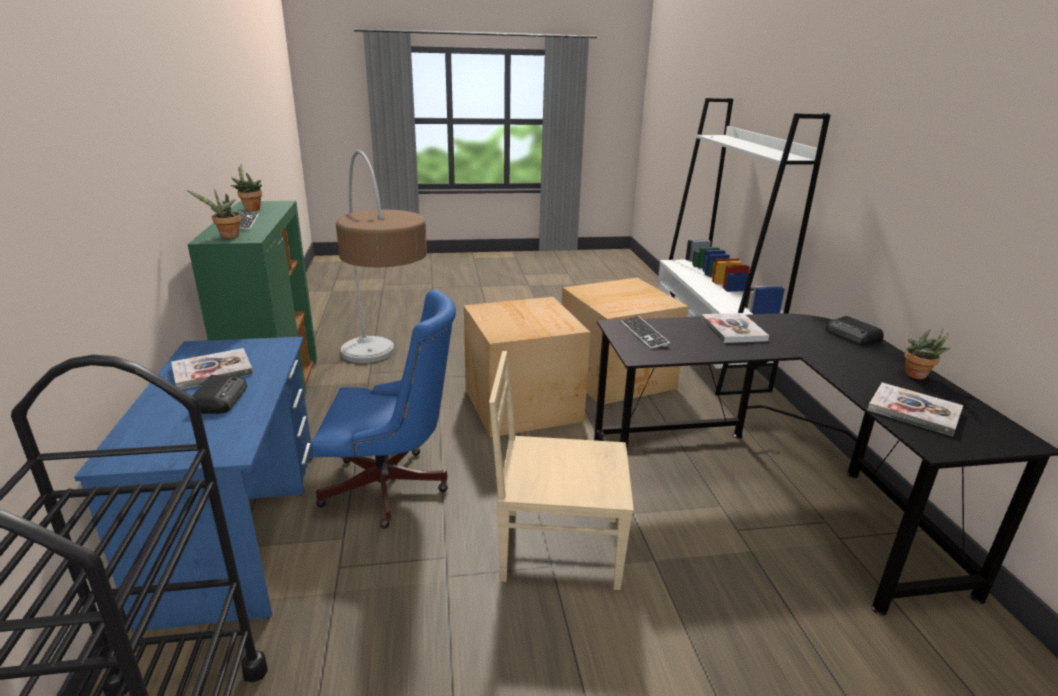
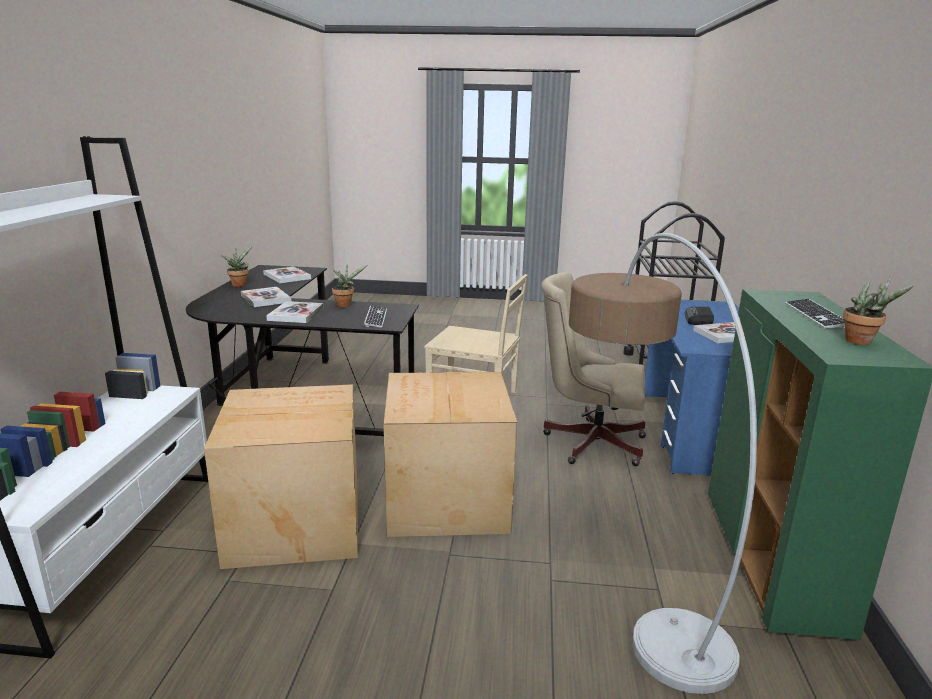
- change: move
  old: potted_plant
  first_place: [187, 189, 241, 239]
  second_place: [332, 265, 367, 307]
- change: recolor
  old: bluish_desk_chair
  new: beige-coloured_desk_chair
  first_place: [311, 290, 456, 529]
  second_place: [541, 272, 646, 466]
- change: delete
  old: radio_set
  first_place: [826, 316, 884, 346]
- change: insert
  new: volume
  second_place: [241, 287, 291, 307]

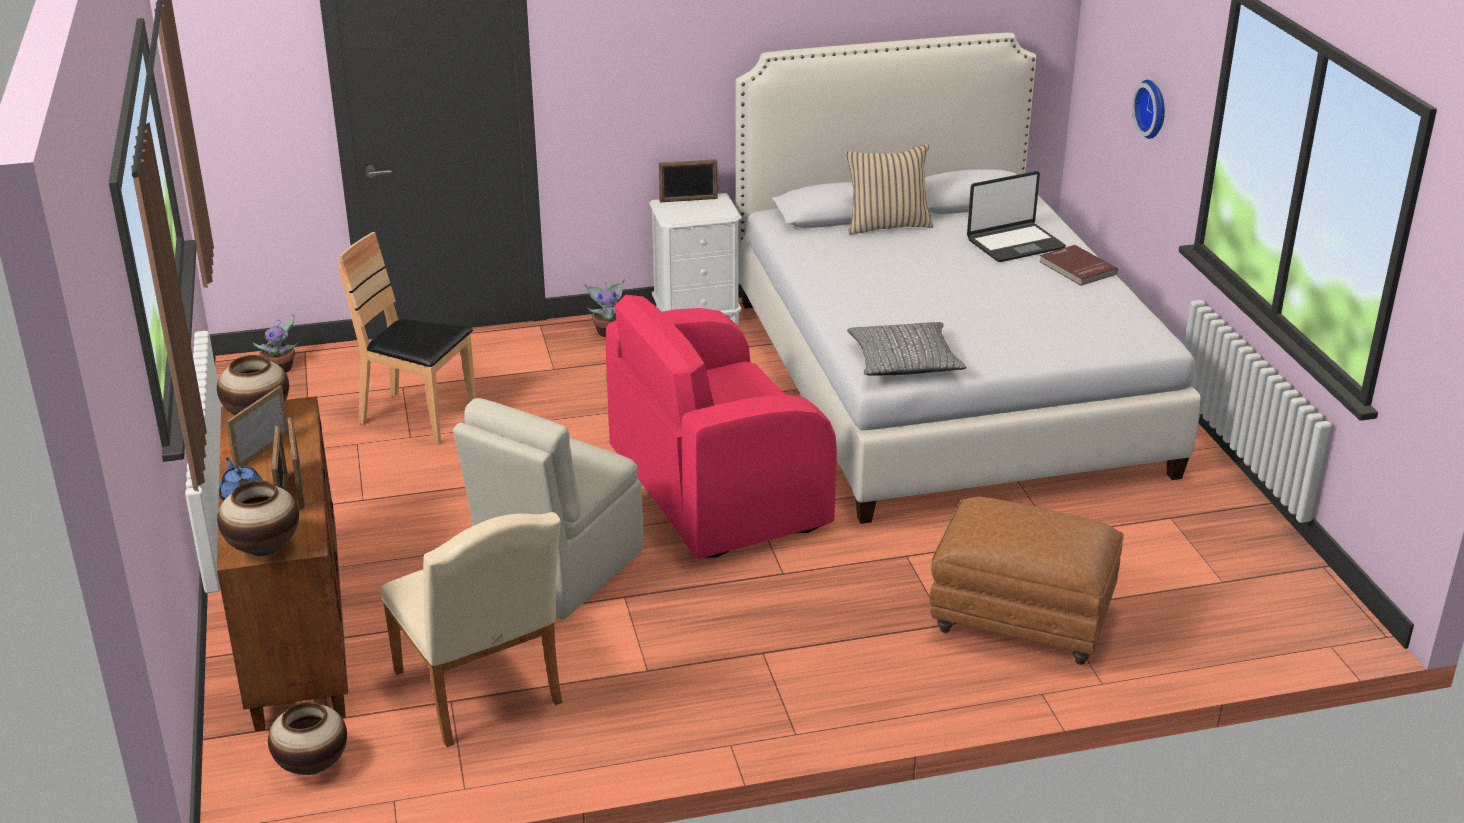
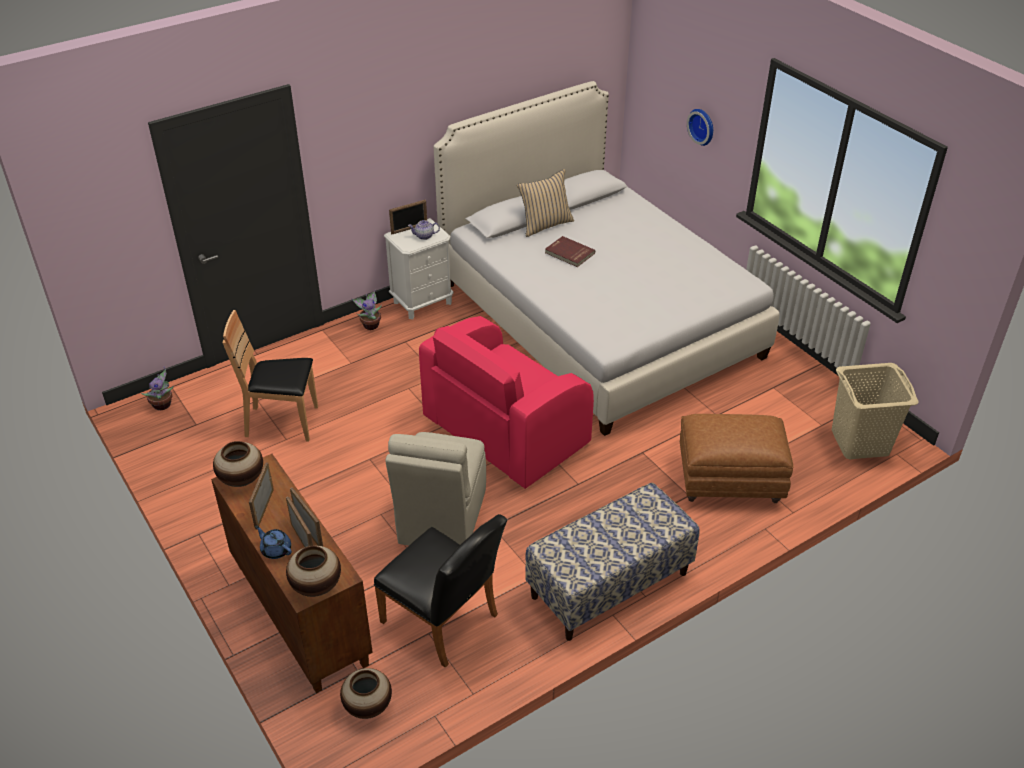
- change: delete
  old: portable_computer
  first_place: [967, 171, 1066, 262]
- change: move
  old: red-coloured_volume
  first_place: [1039, 245, 1118, 286]
  second_place: [545, 236, 595, 267]
- change: delete
  old: grey_pillow
  first_place: [847, 322, 966, 375]
- change: recolor
  old: beige-coloured_plain_chair
  new: black_plain_chair
  first_place: [381, 512, 562, 747]
  second_place: [374, 514, 507, 668]
- change: insert
  new: teapot
  second_place: [408, 220, 440, 240]
- change: insert
  new: beige-coloured_laundry_basket
  second_place: [832, 363, 918, 459]
- change: insert
  new: long_seat
  second_place: [525, 483, 700, 641]

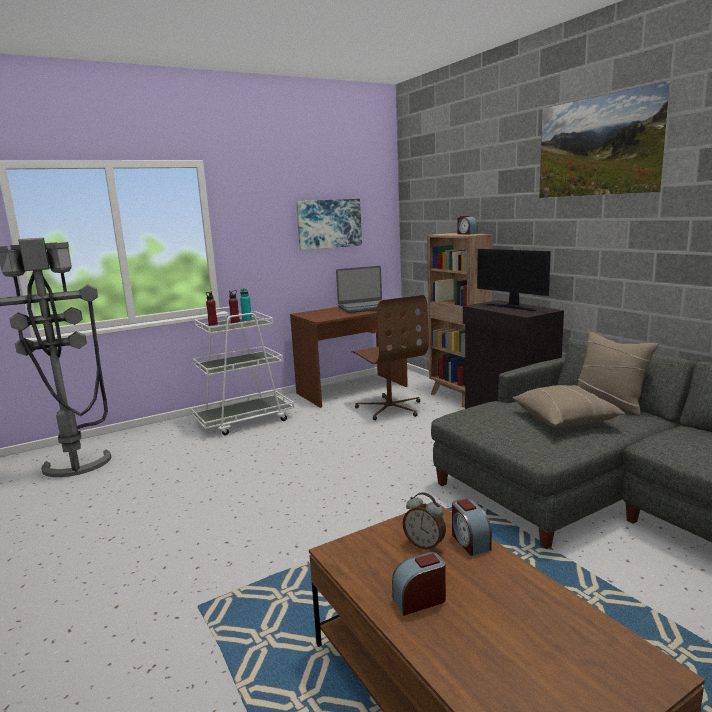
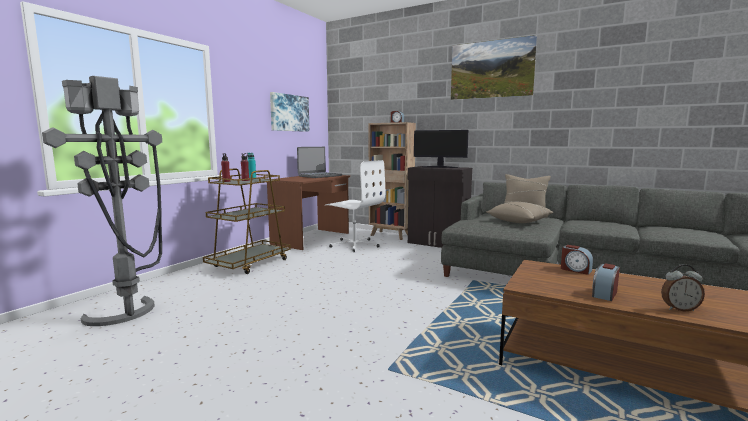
- change: recolor
  old: brown_desk_chair
  new: white_desk_chair
  first_place: [351, 295, 429, 420]
  second_place: [325, 160, 385, 252]
- change: recolor
  old: white_cart
  new: brown_cart
  first_place: [191, 307, 294, 436]
  second_place: [203, 168, 291, 274]
- change: move
  old: bedside_clock
  first_place: [403, 492, 446, 551]
  second_place: [661, 264, 705, 312]

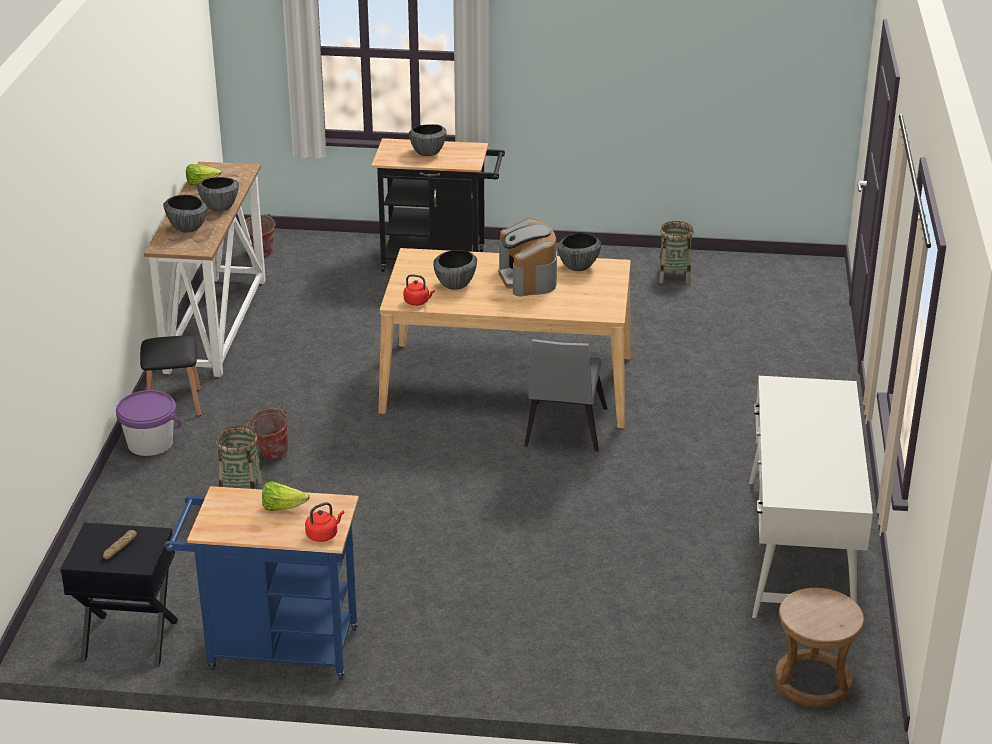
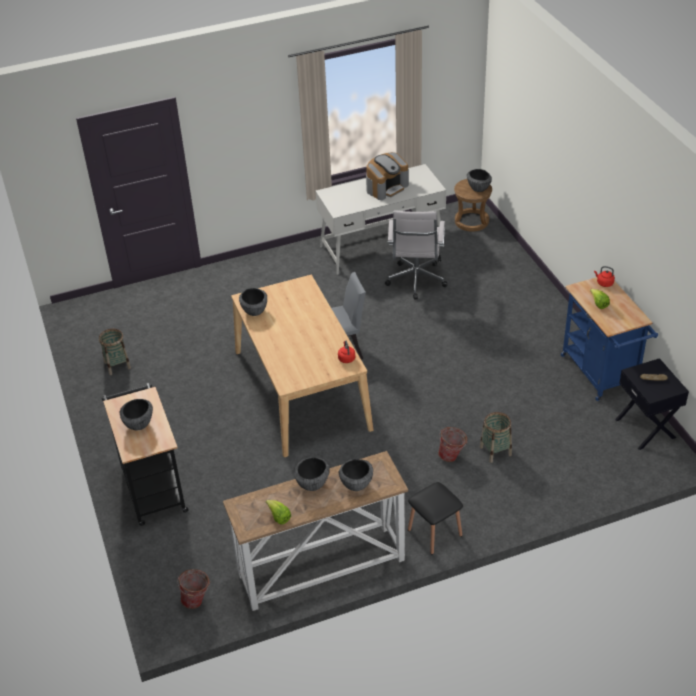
- change: move
  old: coffee_maker
  first_place: [498, 218, 557, 297]
  second_place: [366, 152, 409, 200]
- change: move
  old: bowl
  first_place: [433, 250, 477, 290]
  second_place: [467, 169, 492, 192]
- change: delete
  old: purplish_water_bucket
  first_place: [116, 390, 181, 456]
- change: insert
  new: white_desk_chair
  second_place: [385, 210, 447, 300]

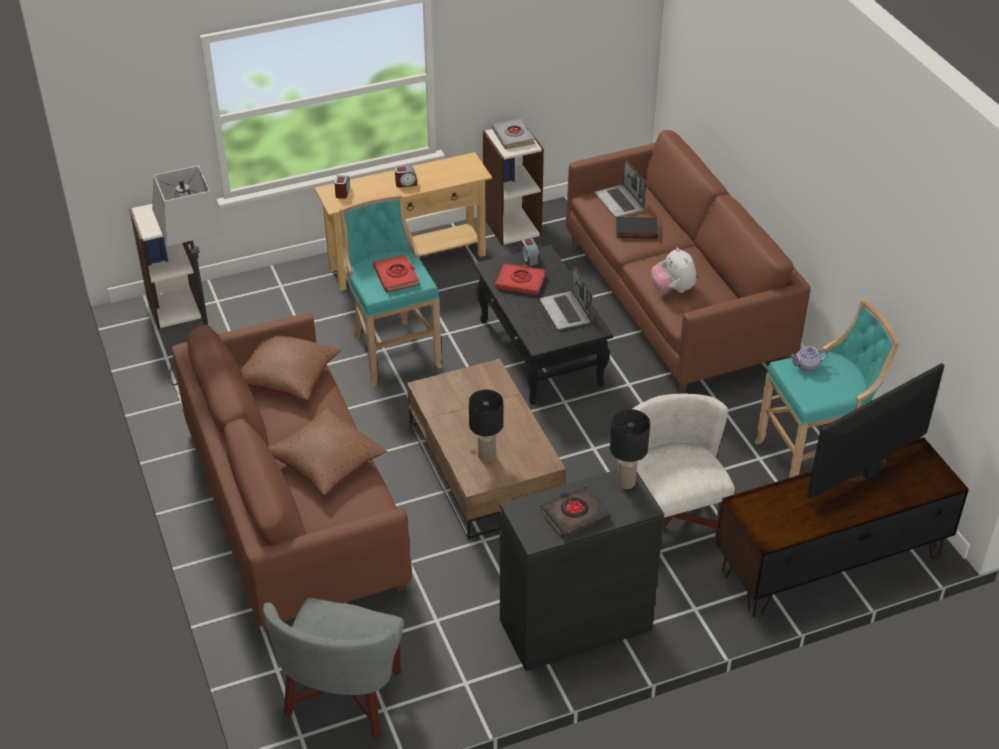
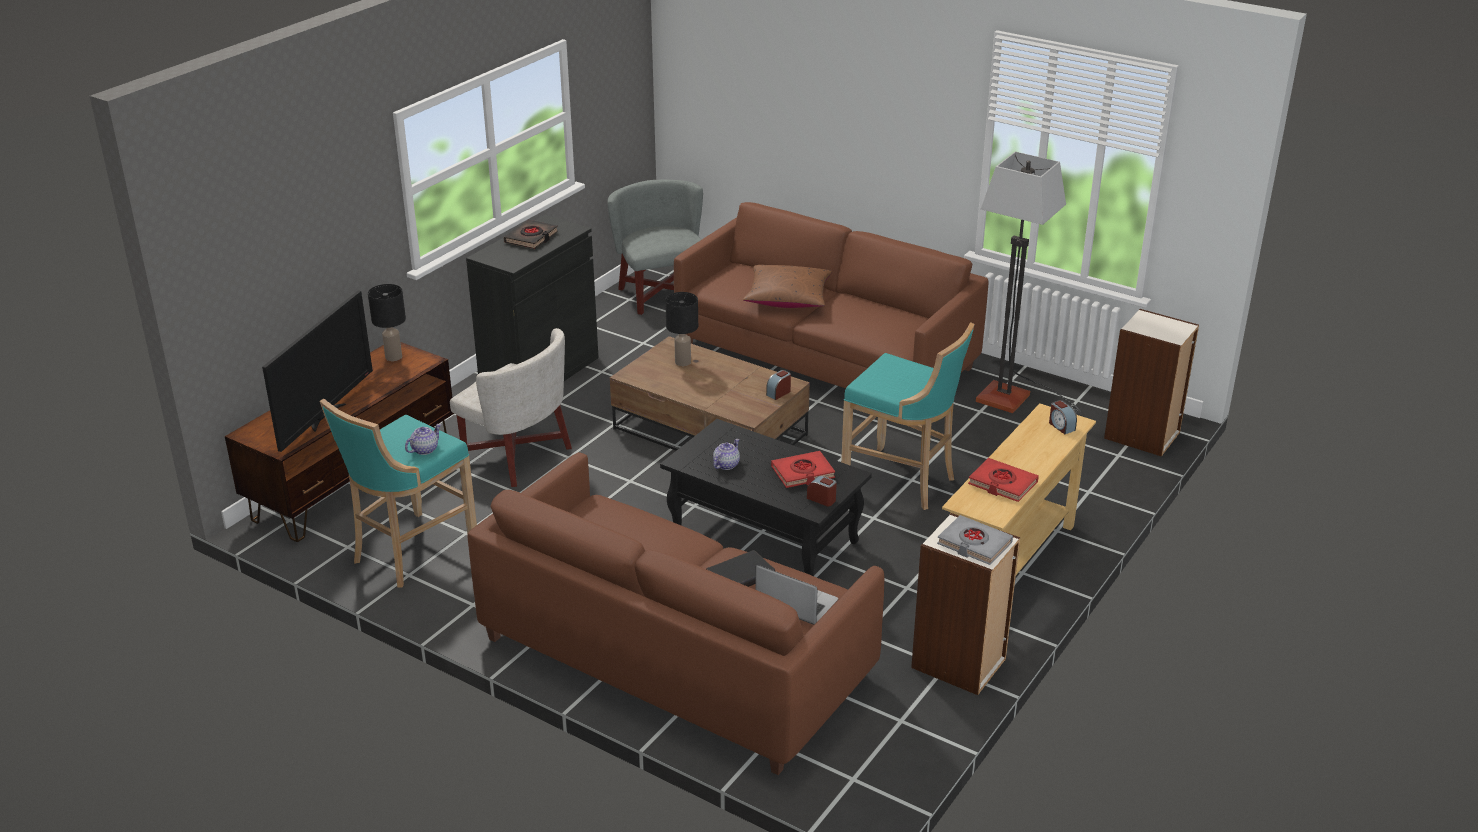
- change: move
  old: bedside_clock
  first_place: [395, 166, 417, 188]
  second_place: [766, 370, 791, 400]
- change: delete
  old: cuddly_toy
  first_place: [651, 248, 696, 293]
- change: move
  old: red-coloured_volume
  first_place: [373, 255, 419, 293]
  second_place: [968, 458, 1039, 502]
- change: replace
  old: portable_computer
  new: teapot
  first_place: [540, 265, 592, 330]
  second_place: [713, 439, 740, 470]
- change: delete
  old: brown_pillow
  first_place: [240, 335, 341, 401]
- change: move
  old: black_lamp_for_a_table
  first_place: [610, 409, 650, 489]
  second_place: [368, 284, 406, 361]

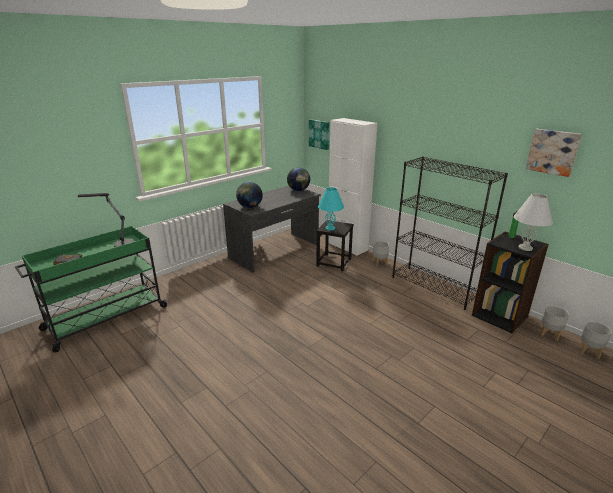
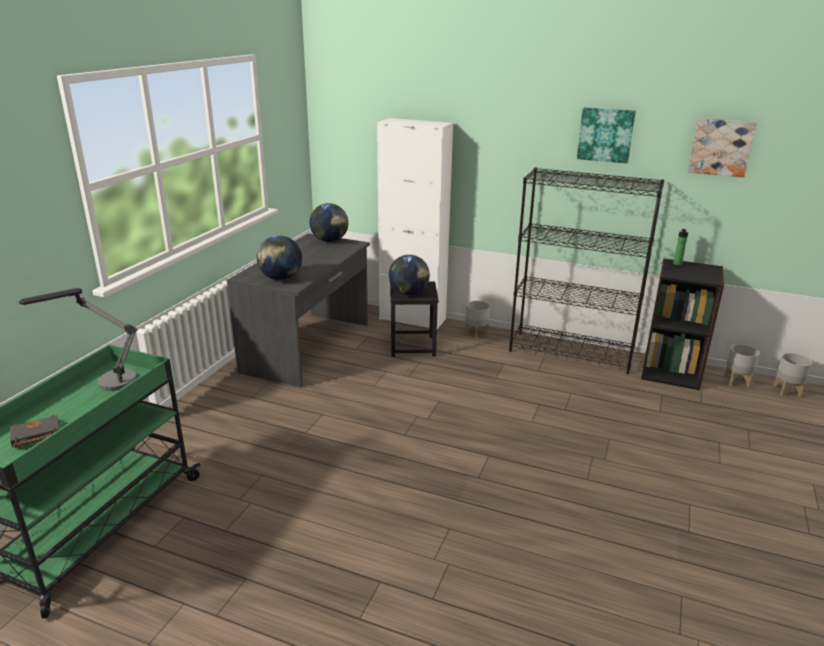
- change: move
  old: wall_art
  first_place: [309, 119, 329, 150]
  second_place: [577, 107, 636, 163]
- change: replace
  old: turquoise_lamp_for_a_table
  new: desk_globe
  first_place: [318, 187, 344, 231]
  second_place: [389, 255, 430, 296]
- change: delete
  old: white_lamp_for_a_table
  first_place: [514, 193, 553, 251]

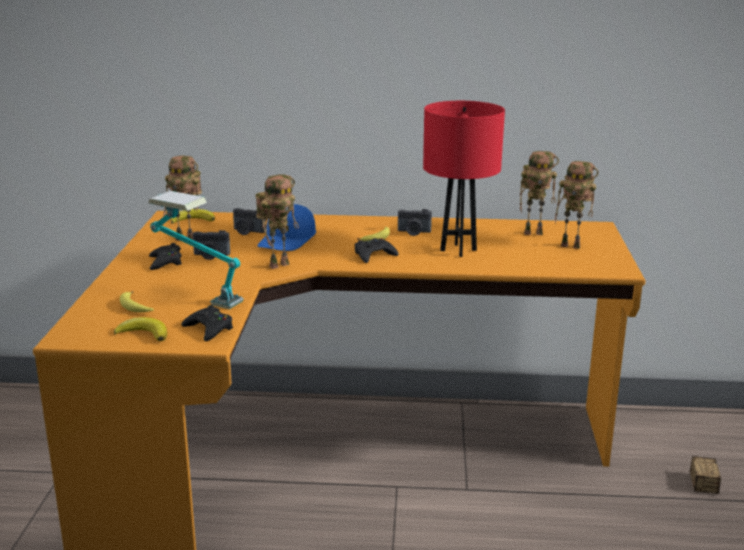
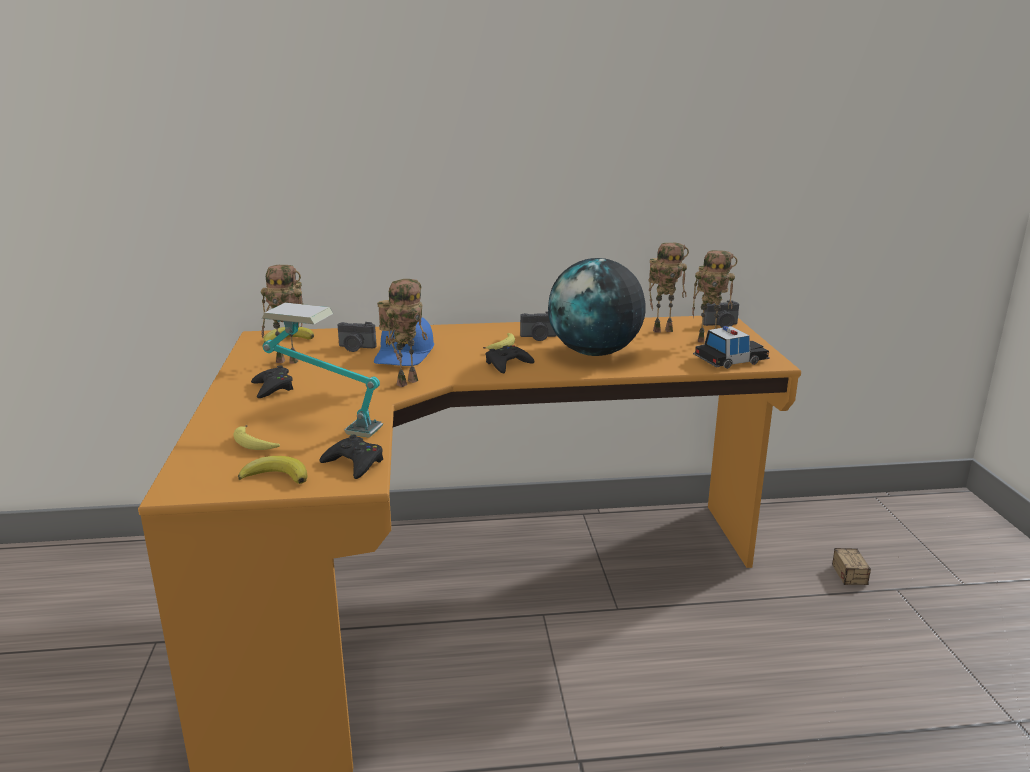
- change: replace
  old: red-coloured_lamp_for_a_table
  new: desk_globe
  first_place: [423, 101, 505, 257]
  second_place: [548, 258, 646, 356]
- change: move
  old: still_camera
  first_place: [193, 230, 230, 260]
  second_place: [703, 301, 739, 328]
- change: insert
  new: miniature_car
  second_place: [693, 326, 770, 369]

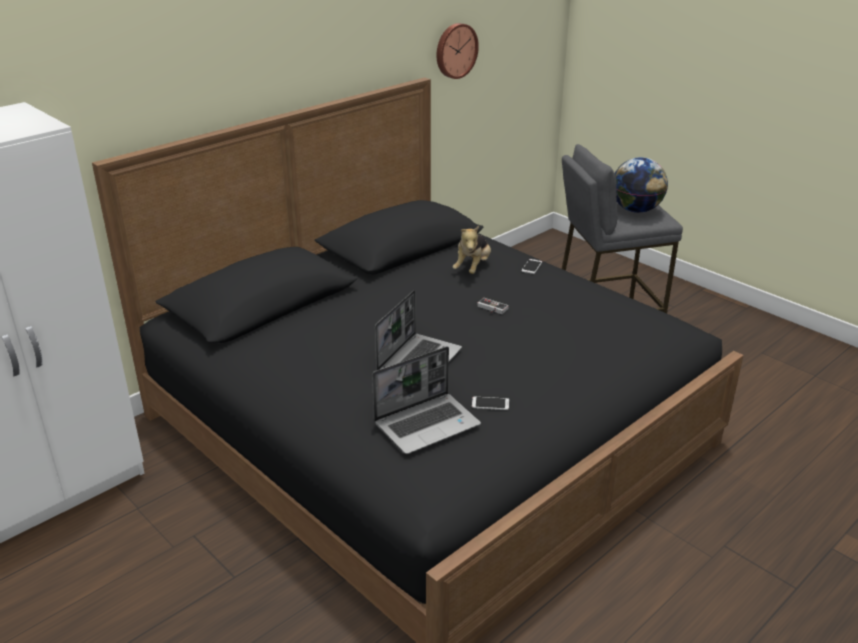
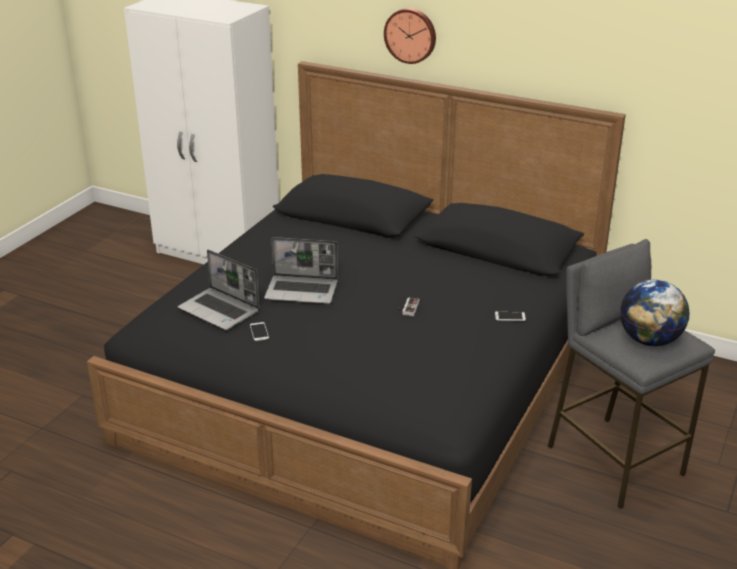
- change: move
  old: wall_clock
  first_place: [437, 23, 479, 79]
  second_place: [384, 8, 436, 64]
- change: delete
  old: cuddly_toy
  first_place: [453, 226, 491, 274]

